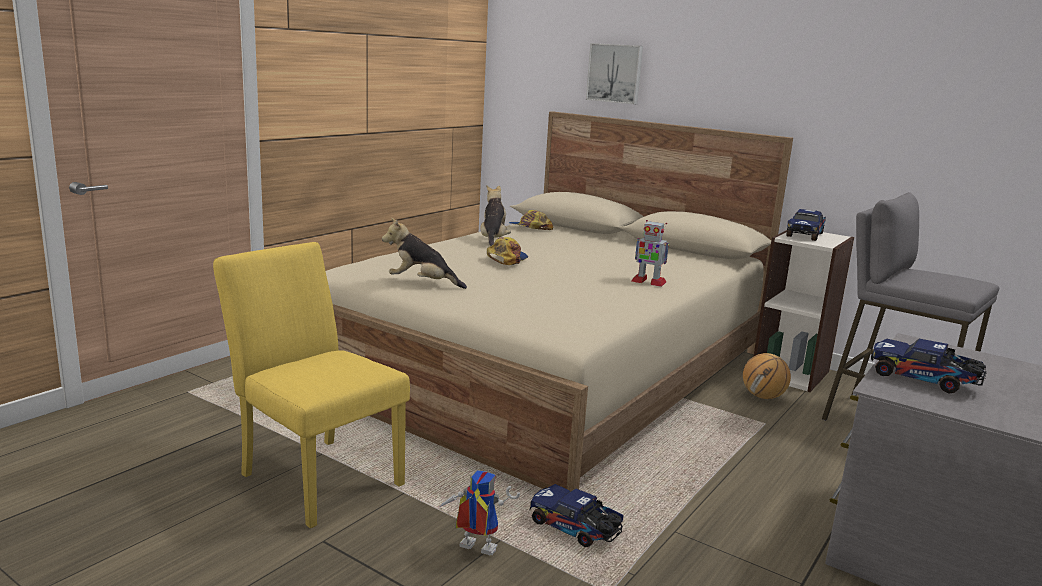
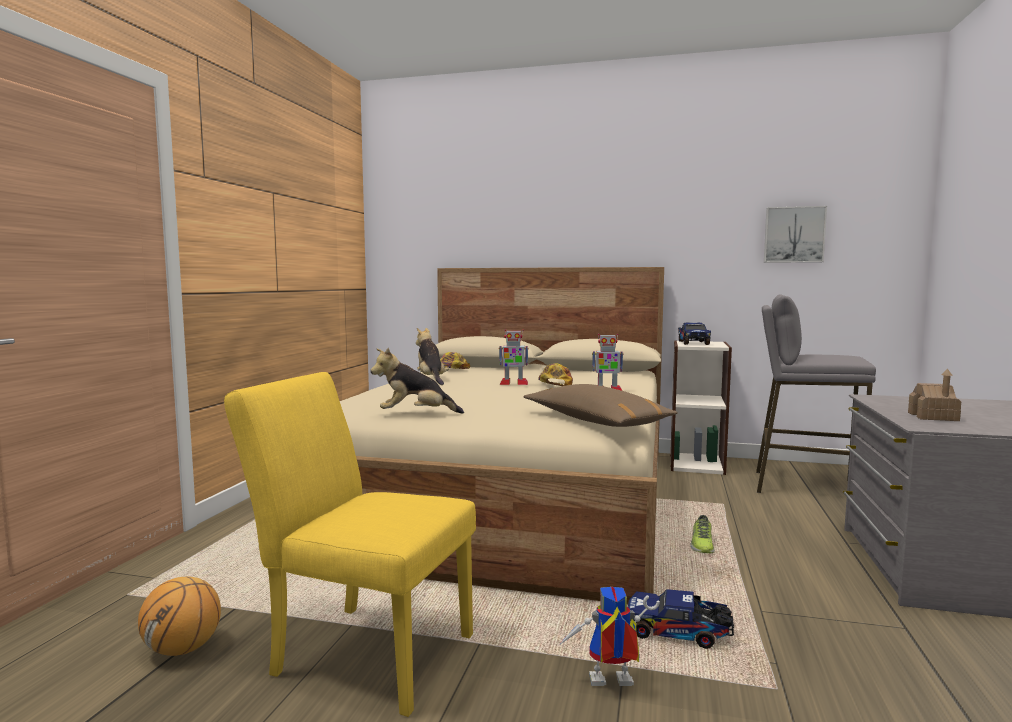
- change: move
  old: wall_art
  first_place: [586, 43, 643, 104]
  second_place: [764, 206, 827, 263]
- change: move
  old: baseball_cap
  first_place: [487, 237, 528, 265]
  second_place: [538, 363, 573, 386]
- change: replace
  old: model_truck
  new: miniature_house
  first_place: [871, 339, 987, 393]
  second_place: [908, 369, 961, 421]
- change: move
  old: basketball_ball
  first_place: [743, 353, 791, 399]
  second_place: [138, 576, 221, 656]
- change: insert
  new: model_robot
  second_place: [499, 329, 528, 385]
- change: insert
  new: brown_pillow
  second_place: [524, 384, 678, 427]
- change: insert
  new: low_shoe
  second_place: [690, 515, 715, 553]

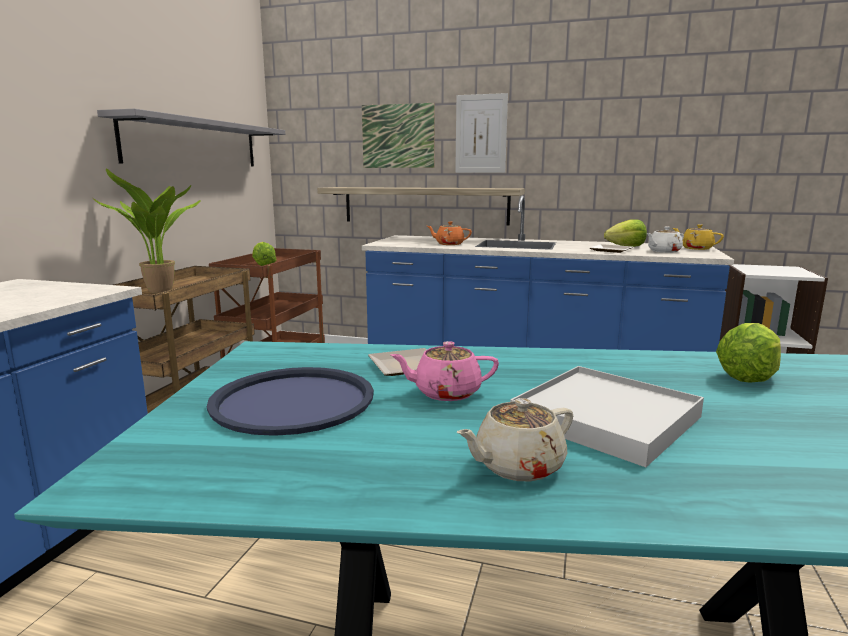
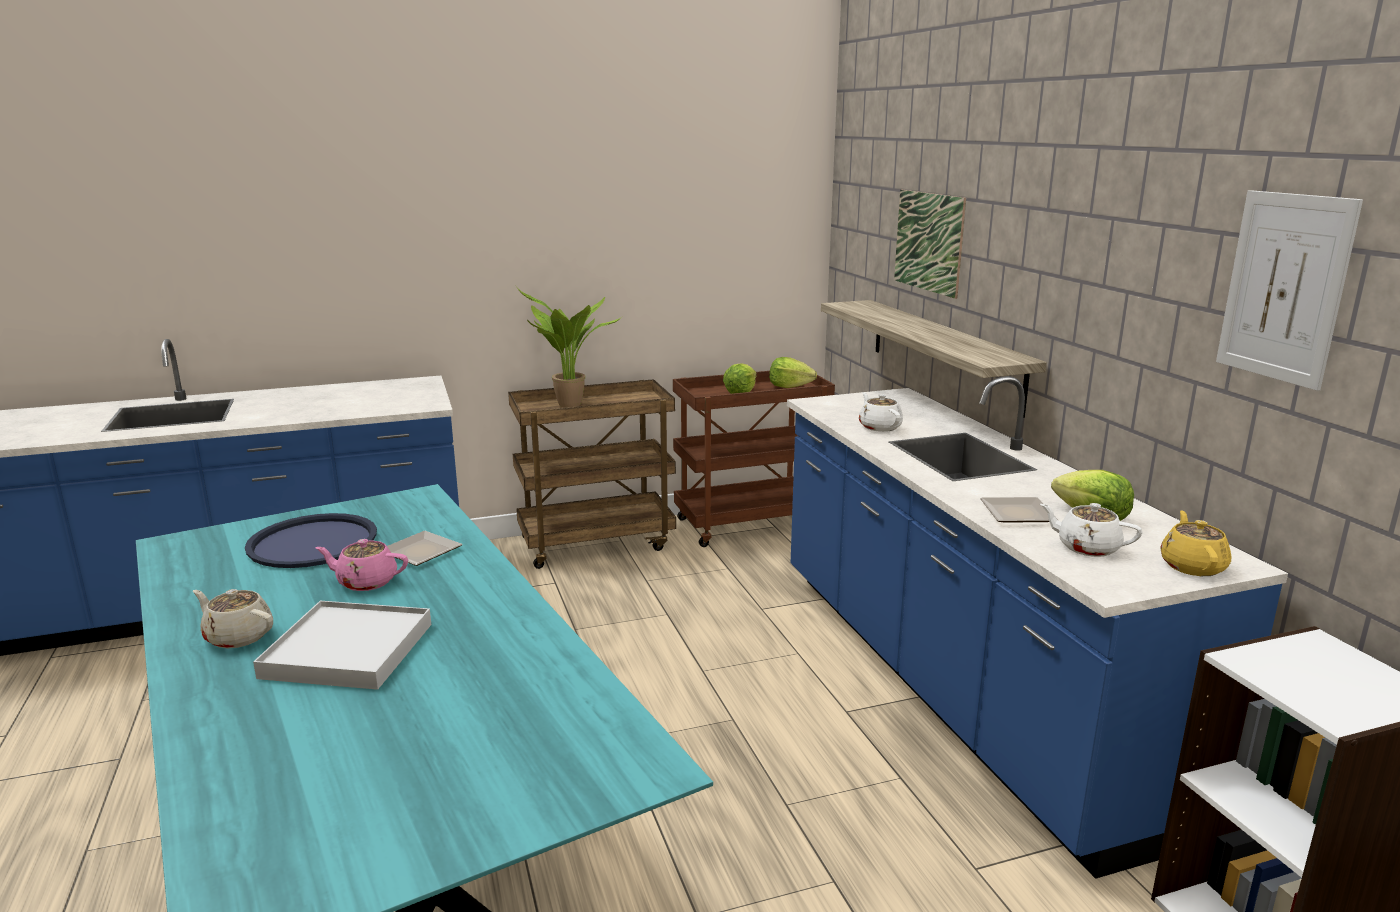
- change: move
  old: wall_art
  first_place: [455, 93, 508, 173]
  second_place: [1216, 190, 1363, 391]
- change: delete
  old: grey_wall_shelf
  first_place: [97, 108, 285, 166]
- change: recolor
  old: orange-coloured_teapot
  new: white_teapot
  first_place: [427, 221, 472, 245]
  second_place: [859, 392, 903, 432]
- change: move
  old: lettuce
  first_place: [716, 323, 781, 383]
  second_place: [769, 357, 817, 388]
- change: rotate
  old: pink-coloured_teapot
  first_place: [390, 341, 499, 401]
  second_place: [315, 539, 408, 591]
  degrees: -45

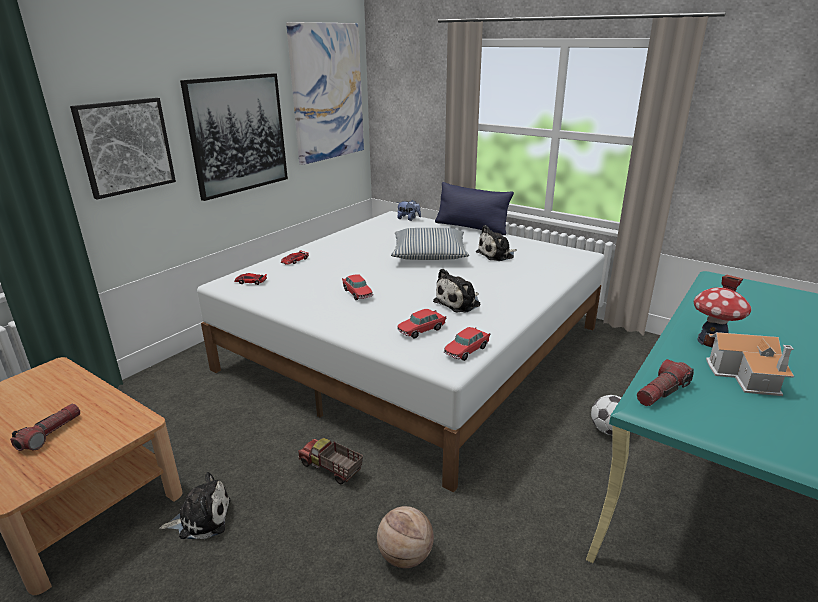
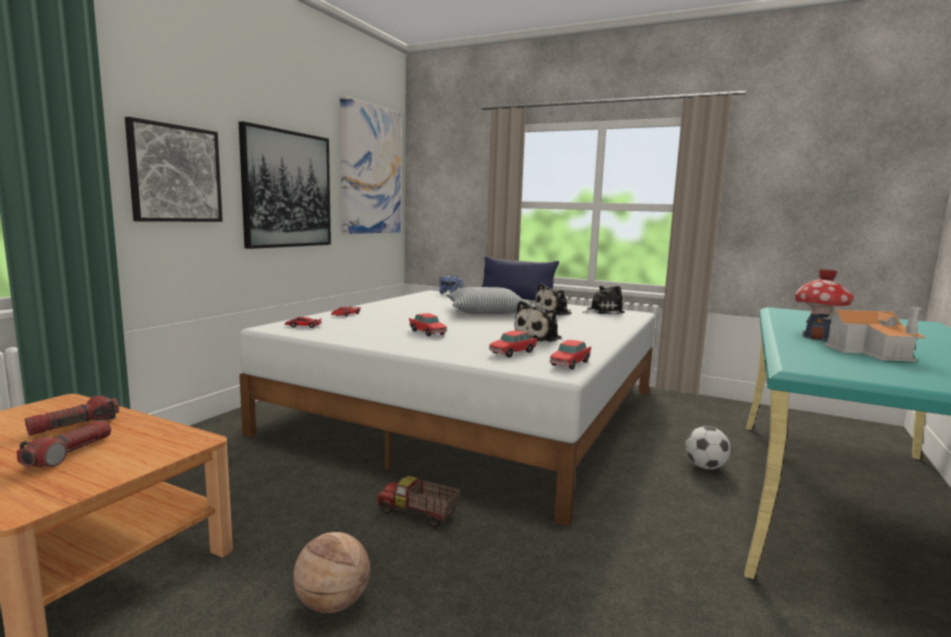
- change: move
  old: hand_torch
  first_place: [637, 359, 694, 406]
  second_place: [25, 396, 119, 435]
- change: move
  old: cuddly_toy
  first_place: [159, 472, 230, 539]
  second_place: [582, 286, 625, 315]
- change: move
  old: basketball_ball
  first_place: [377, 506, 434, 568]
  second_place: [293, 532, 370, 613]

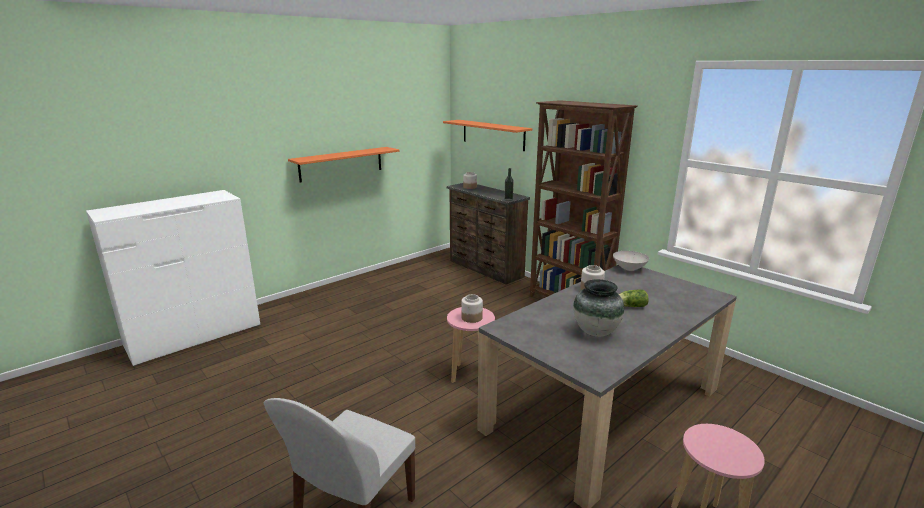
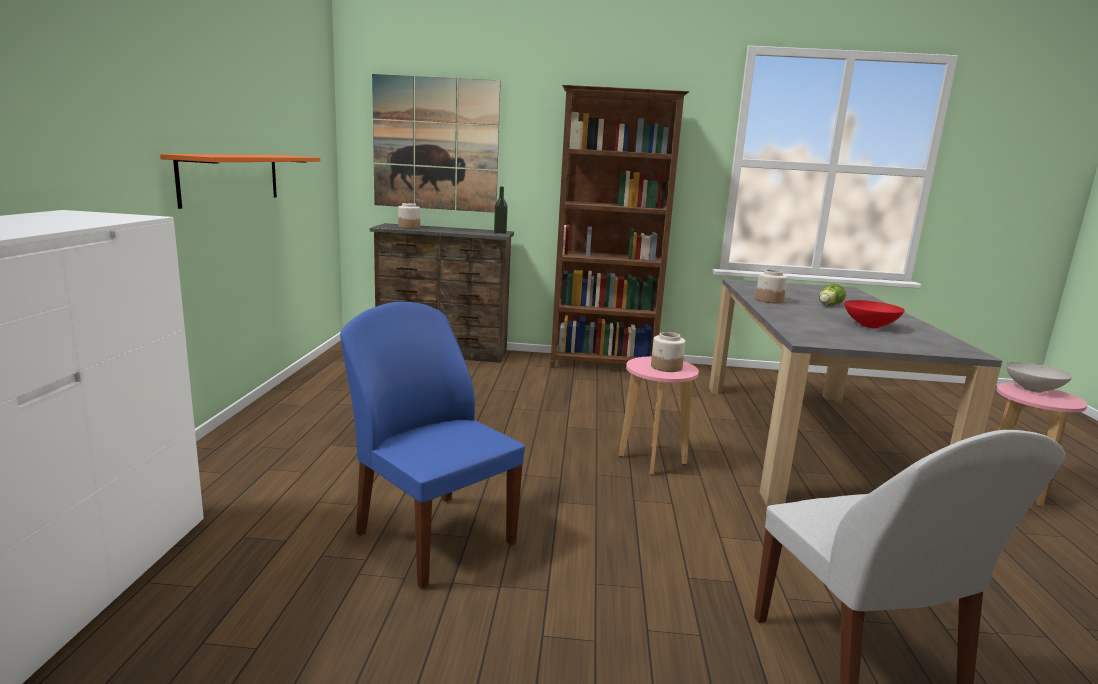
- change: replace
  old: orange-coloured_wall_shelf
  new: wall_art
  first_place: [443, 120, 533, 151]
  second_place: [372, 74, 501, 213]
- change: move
  old: white_bowl
  first_place: [613, 251, 649, 271]
  second_place: [1006, 362, 1073, 393]
- change: replace
  old: decorative_vase
  new: red-coloured_bowl
  first_place: [573, 279, 624, 337]
  second_place: [844, 300, 905, 328]
- change: insert
  new: bluish_plain_chair
  second_place: [340, 302, 525, 589]

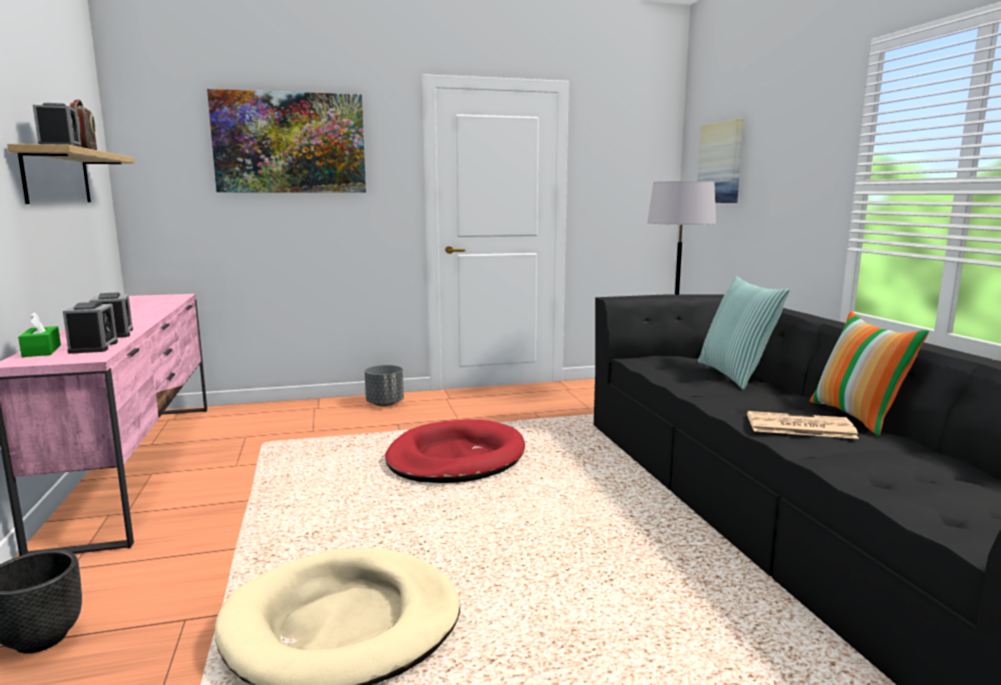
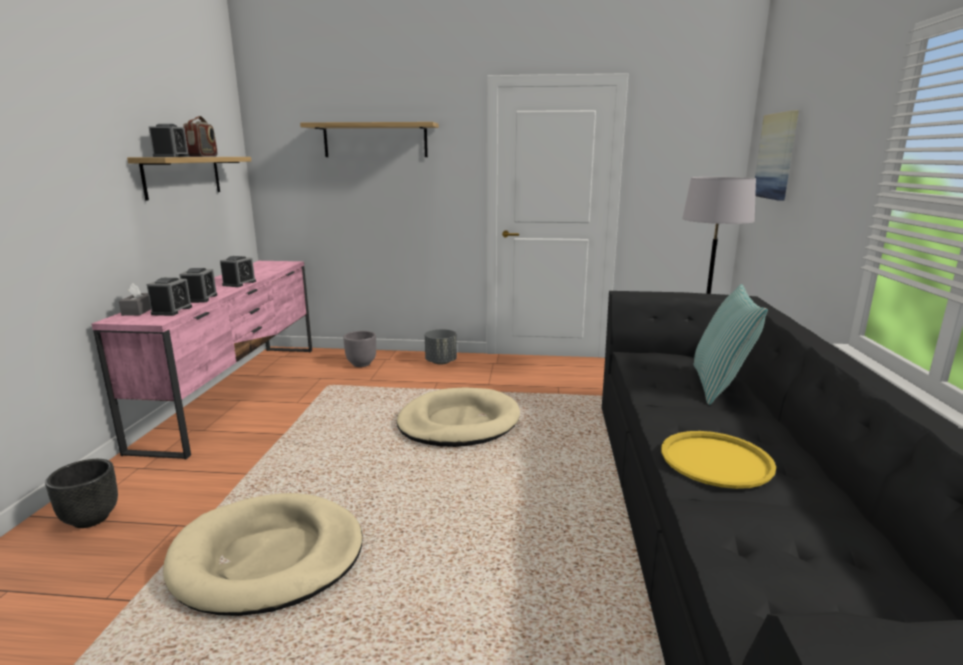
- change: replace
  old: wall_art
  new: wall_shelf
  first_place: [207, 89, 366, 193]
  second_place: [300, 122, 439, 157]
- change: delete
  old: pillow
  first_place: [810, 311, 929, 436]
- change: recolor
  old: green-coloured_box_of_tissues
  new: grey_box_of_tissues
  first_place: [18, 312, 61, 357]
  second_place: [119, 283, 151, 316]
- change: replace
  old: daily_paper
  new: yellow_tray
  first_place: [747, 411, 859, 439]
  second_place: [661, 431, 776, 489]
- change: recolor
  old: red-coloured_pet_bed
  new: beige-coloured_pet_bed
  first_place: [385, 419, 525, 483]
  second_place: [397, 387, 520, 447]
- change: insert
  new: bedside_clock
  second_place: [220, 256, 256, 287]
- change: insert
  new: grey_planter
  second_place: [343, 331, 376, 367]

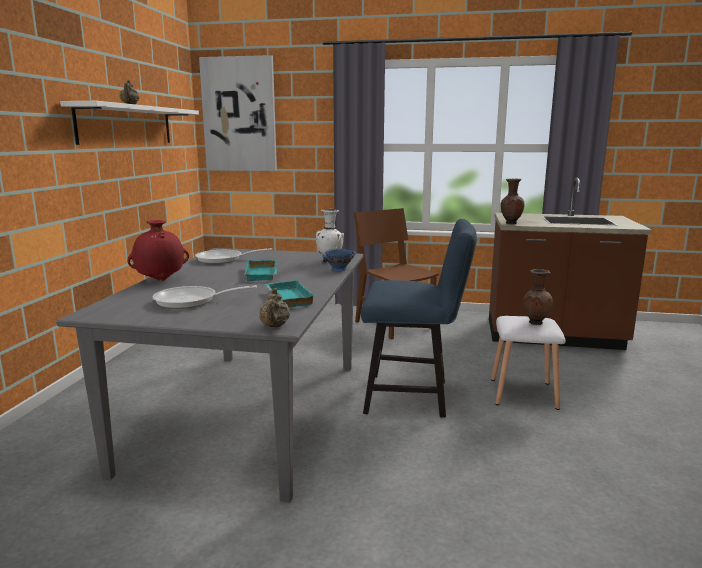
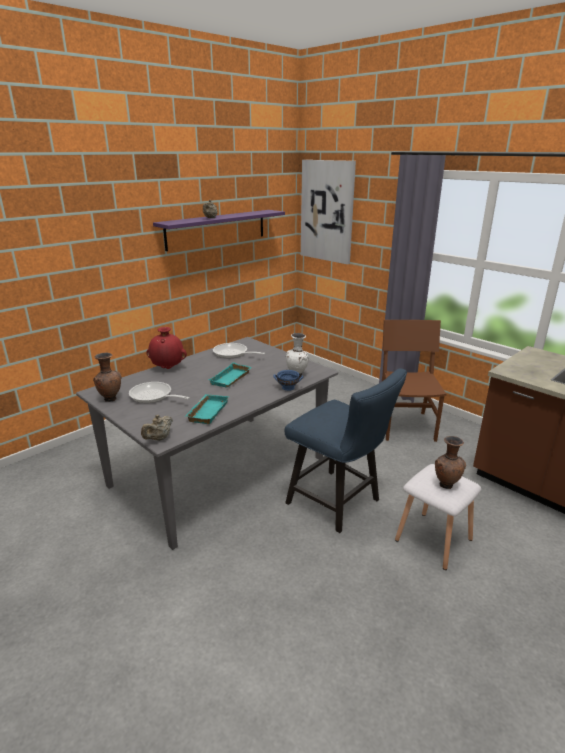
- change: recolor
  old: white_wall_shelf
  new: purplish_wall_shelf
  first_place: [60, 101, 199, 145]
  second_place: [153, 210, 285, 251]
- change: move
  old: brown_decorative_vase
  first_place: [500, 179, 525, 224]
  second_place: [93, 353, 121, 402]

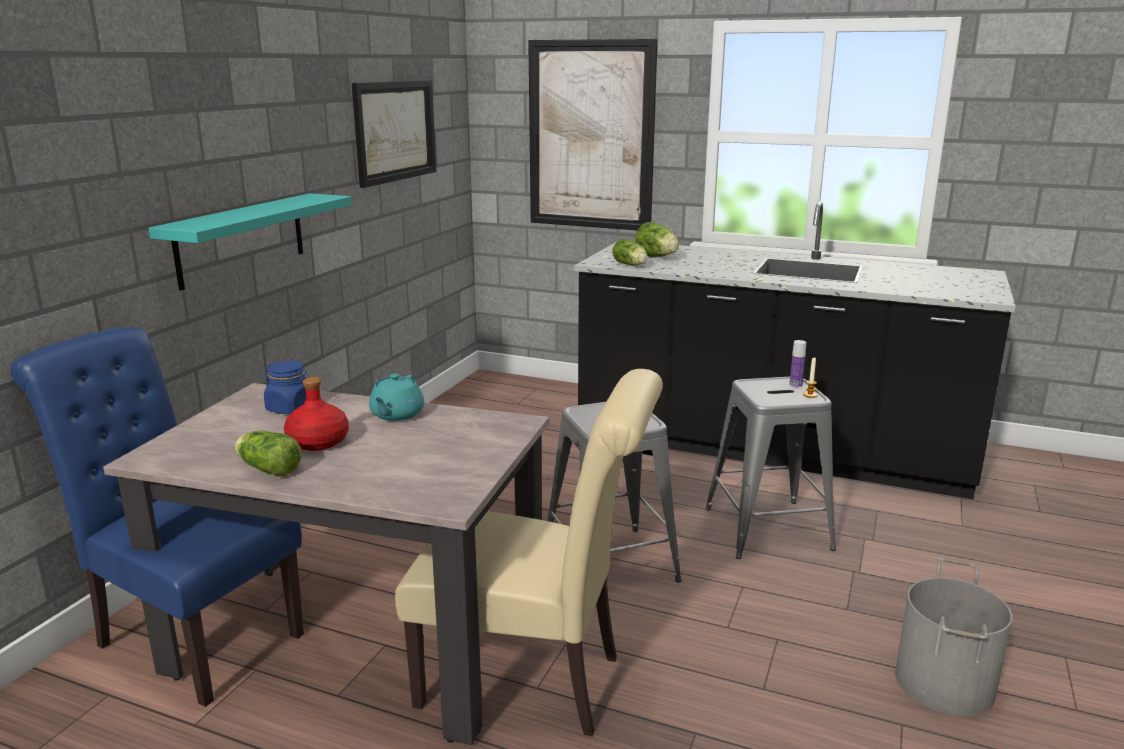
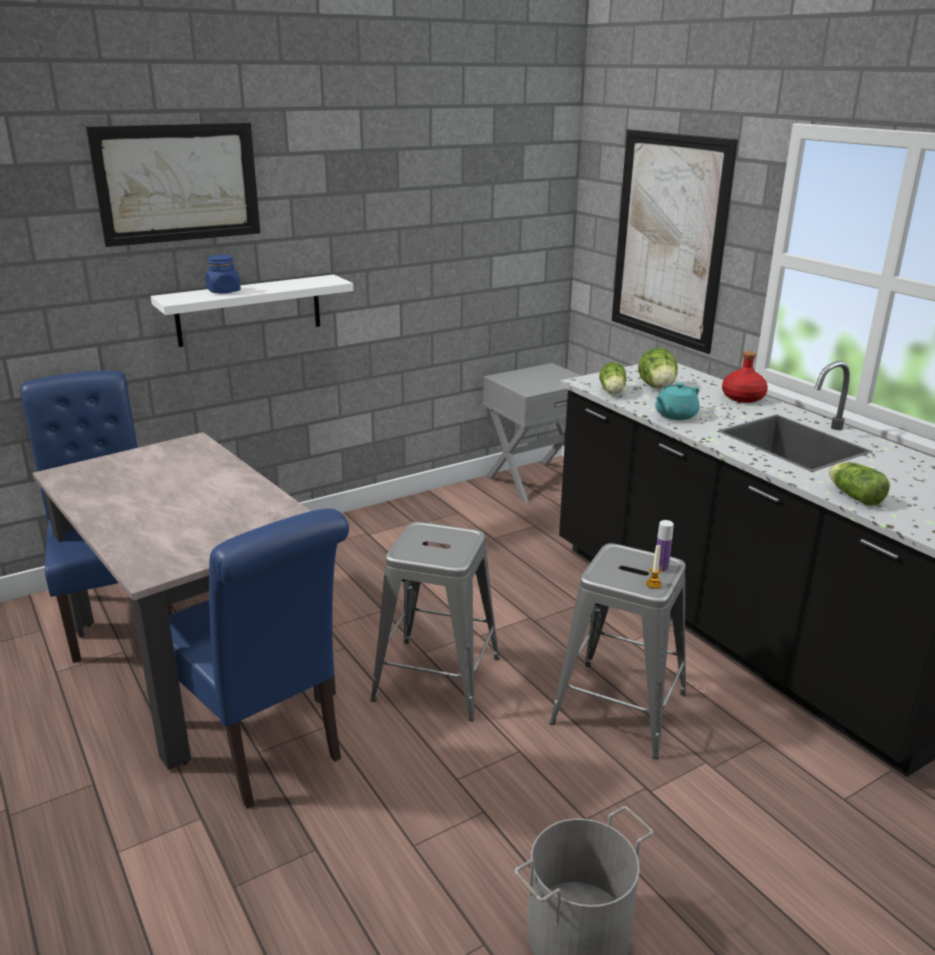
- change: move
  old: wall_art
  first_place: [352, 80, 436, 188]
  second_place: [86, 123, 260, 247]
- change: recolor
  old: turquoise_wall_shelf
  new: white_wall_shelf
  first_place: [148, 193, 352, 291]
  second_place: [151, 274, 353, 347]
- change: move
  old: bluish_jar
  first_place: [264, 361, 309, 415]
  second_place: [206, 255, 241, 294]
- change: recolor
  old: beige-coloured_plain_chair
  new: bluish_plain_chair
  first_place: [395, 369, 663, 737]
  second_place: [169, 508, 349, 809]
- change: move
  old: turquoise_teapot
  first_place: [369, 374, 424, 421]
  second_place: [655, 382, 700, 420]
- change: move
  old: red-coloured_bottle
  first_place: [284, 377, 349, 451]
  second_place: [722, 351, 768, 403]
- change: move
  old: lettuce
  first_place: [235, 430, 302, 476]
  second_place: [829, 462, 890, 506]
- change: insert
  new: grey_nightstand
  second_place: [483, 363, 581, 503]

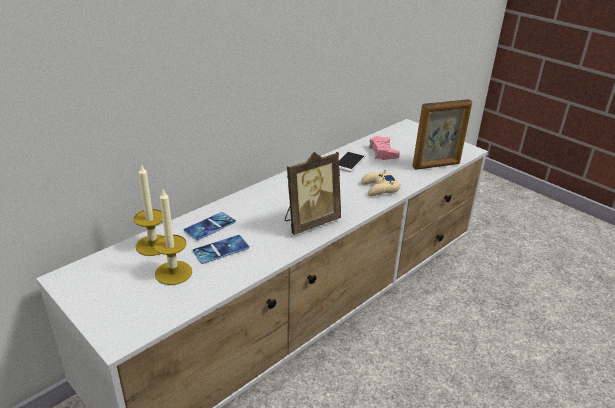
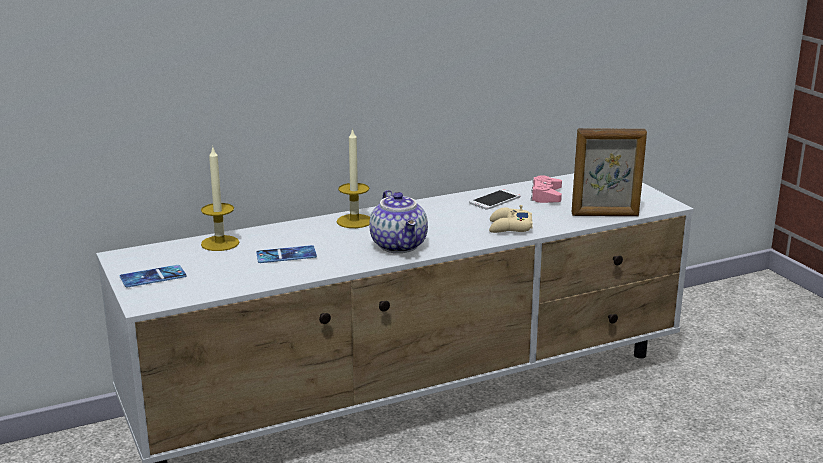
- change: replace
  old: standing_frame
  new: teapot
  first_place: [285, 152, 341, 235]
  second_place: [369, 190, 428, 253]
- change: move
  old: wax_light
  first_place: [154, 190, 192, 285]
  second_place: [337, 128, 370, 228]
- change: move
  old: phone
  first_place: [184, 212, 236, 240]
  second_place: [120, 265, 187, 287]

